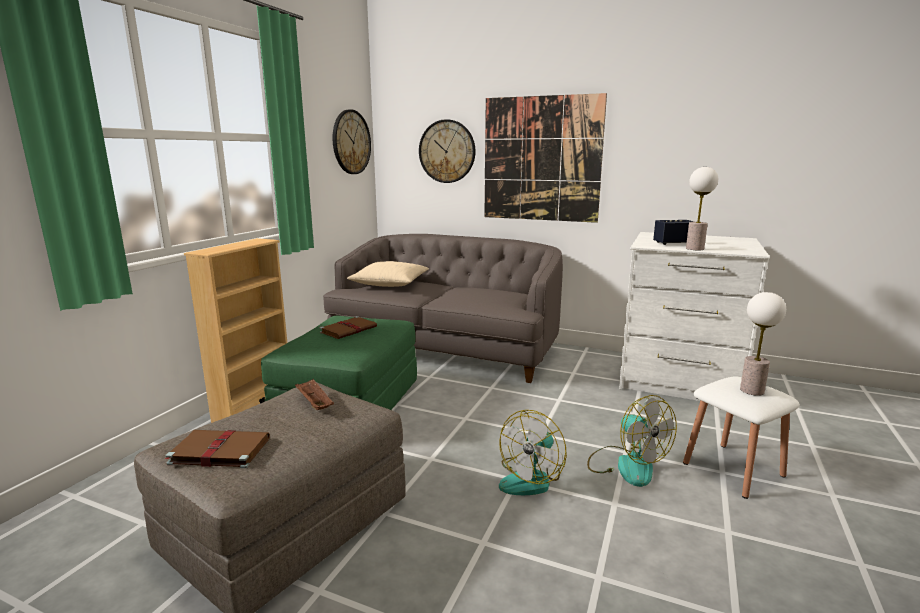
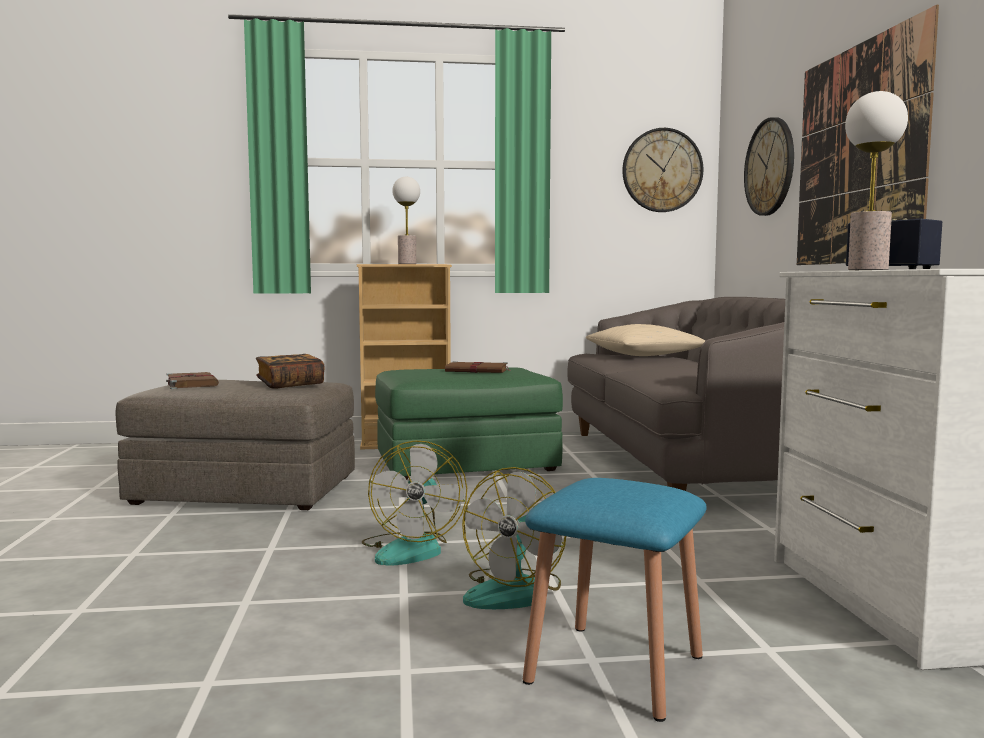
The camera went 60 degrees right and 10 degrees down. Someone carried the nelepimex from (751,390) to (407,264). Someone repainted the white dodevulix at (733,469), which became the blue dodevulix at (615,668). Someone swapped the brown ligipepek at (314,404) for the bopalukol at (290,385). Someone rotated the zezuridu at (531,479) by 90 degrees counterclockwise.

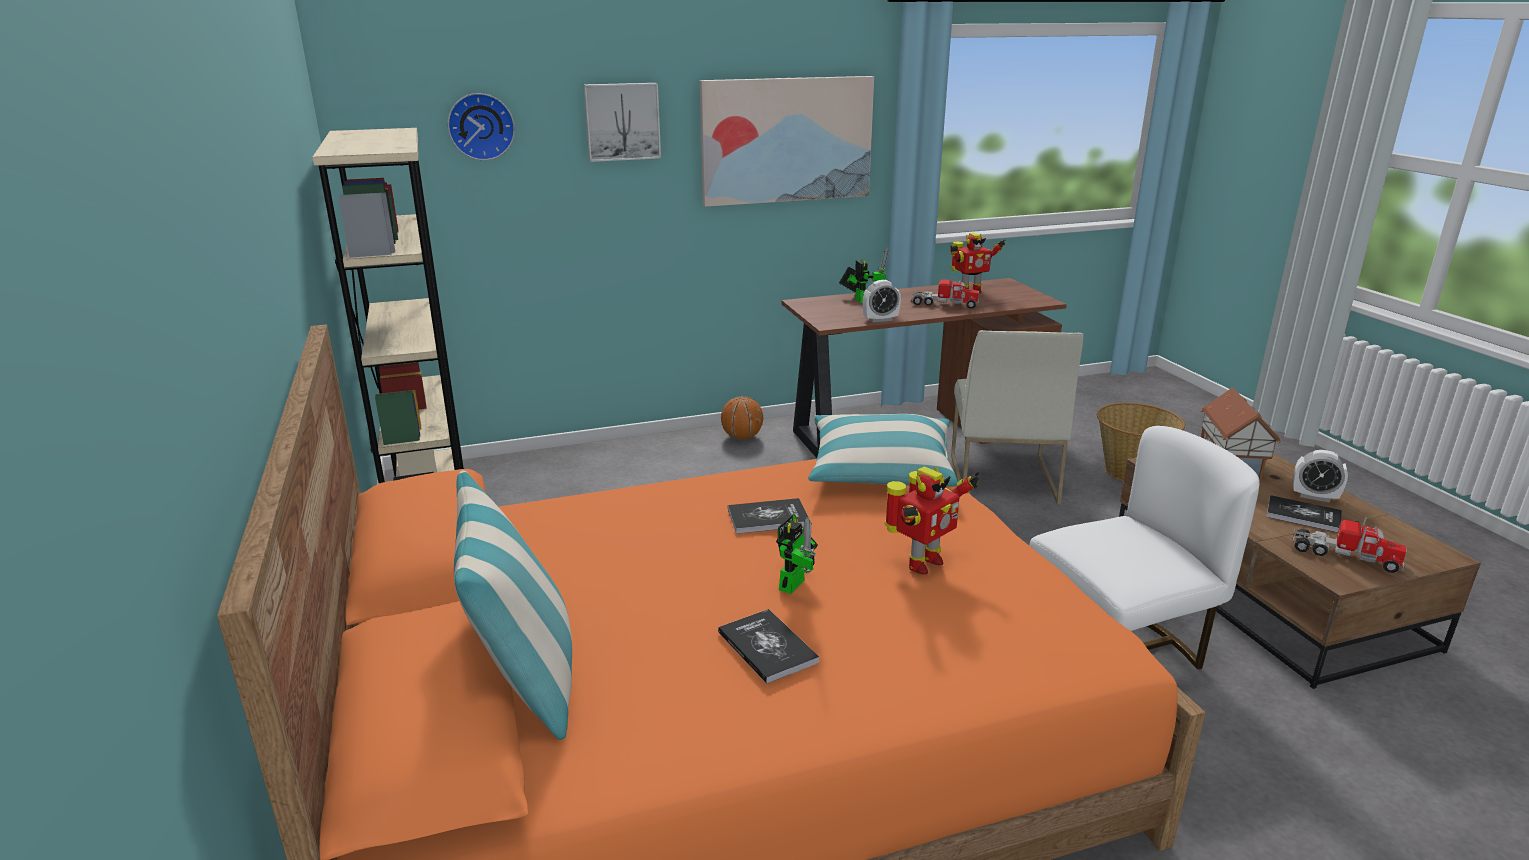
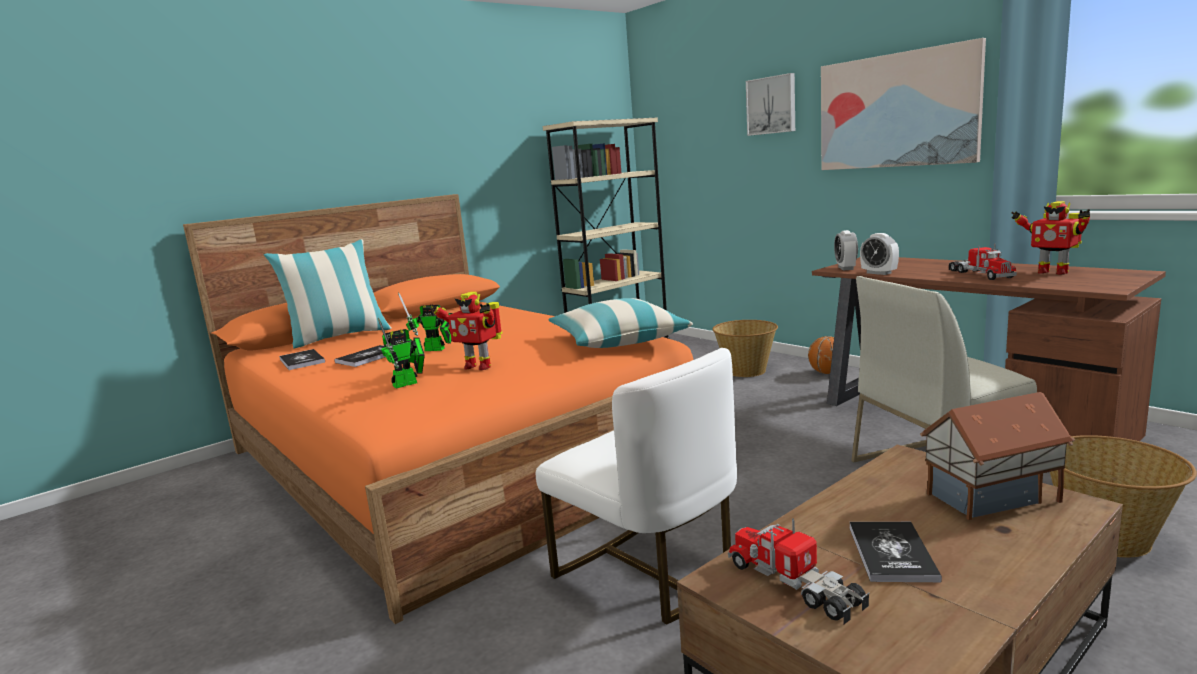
The camera went 70 degrees right and 10 degrees down. Someone took away the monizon at (481,126). Someone carried the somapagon from (860,299) to (409,383). Someone carried the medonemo from (1314,496) to (845,268). Someone carried the bopalukol from (768,517) to (302,361). Someone rotated the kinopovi at (1344,556) by 135 degrees clockwise. Someone put down the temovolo at (746,370).

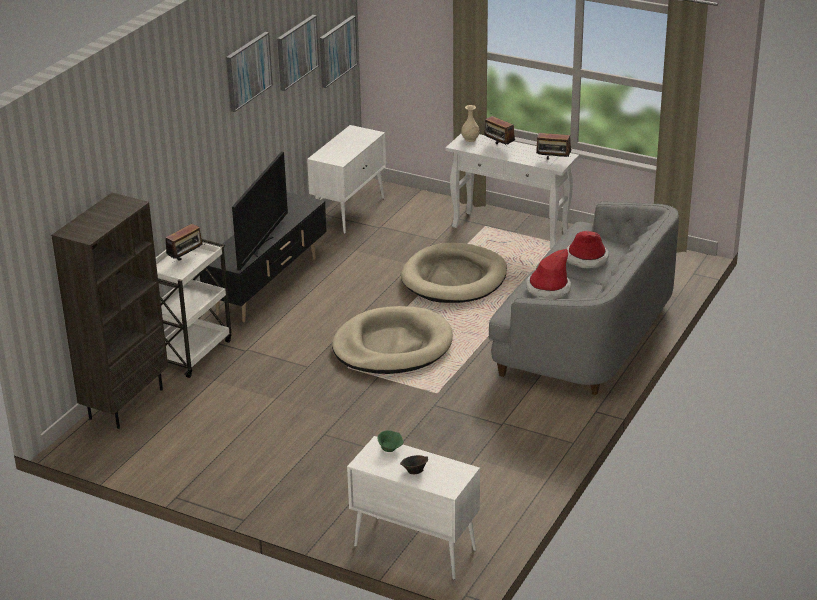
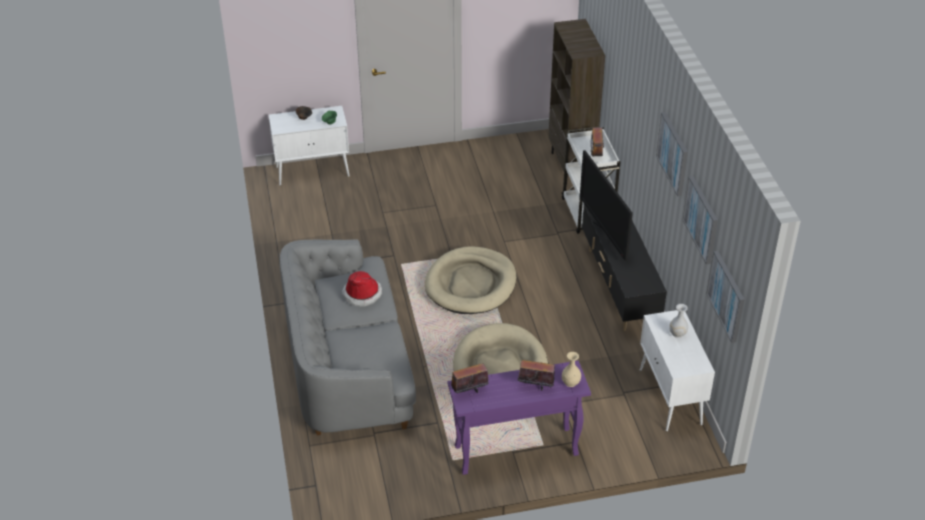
The camera went 140 degrees right and 10 degrees up. Someone repainted the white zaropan at (511,231), which became the purple zaropan at (515,451). Someone took away the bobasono at (586,258). Someone put down the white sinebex at (677,333).

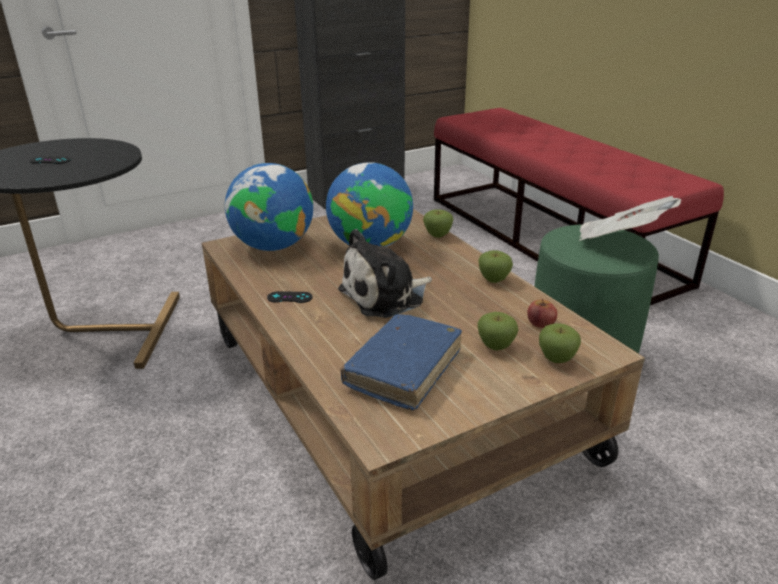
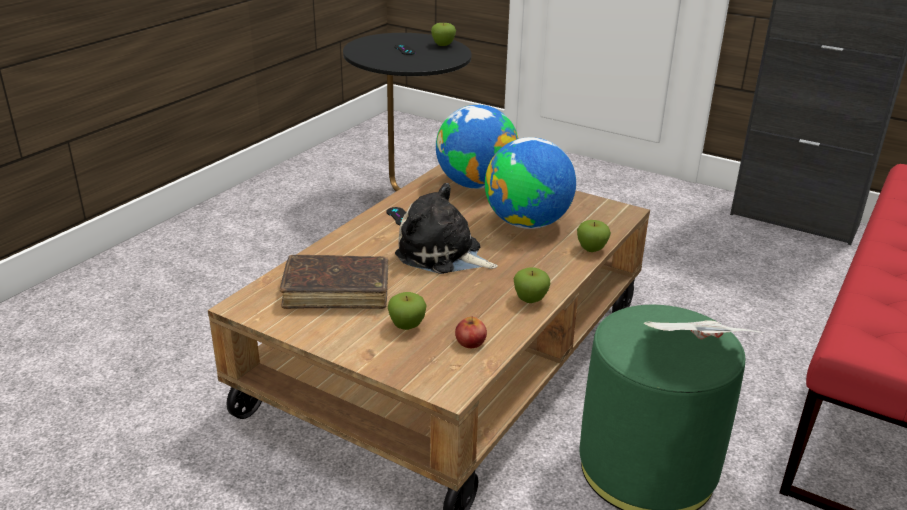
The camera went 60 degrees right and 0 degrees up. Someone repainted the blue bopalukol at (404,369), which became the brown bopalukol at (336,291). Someone carried the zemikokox from (556,359) to (443,45).

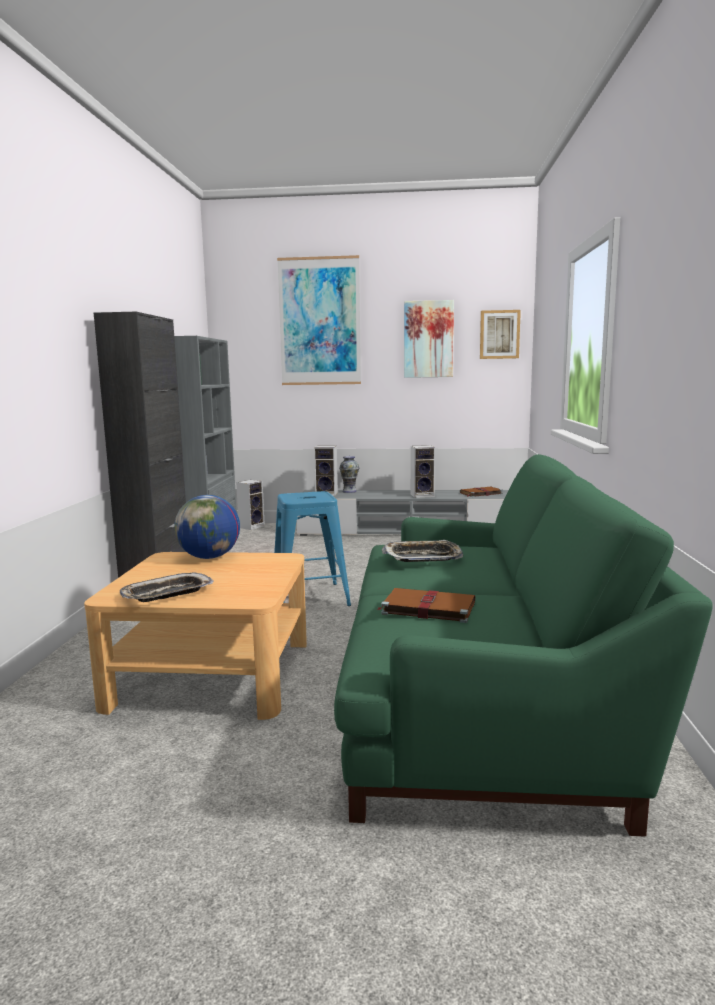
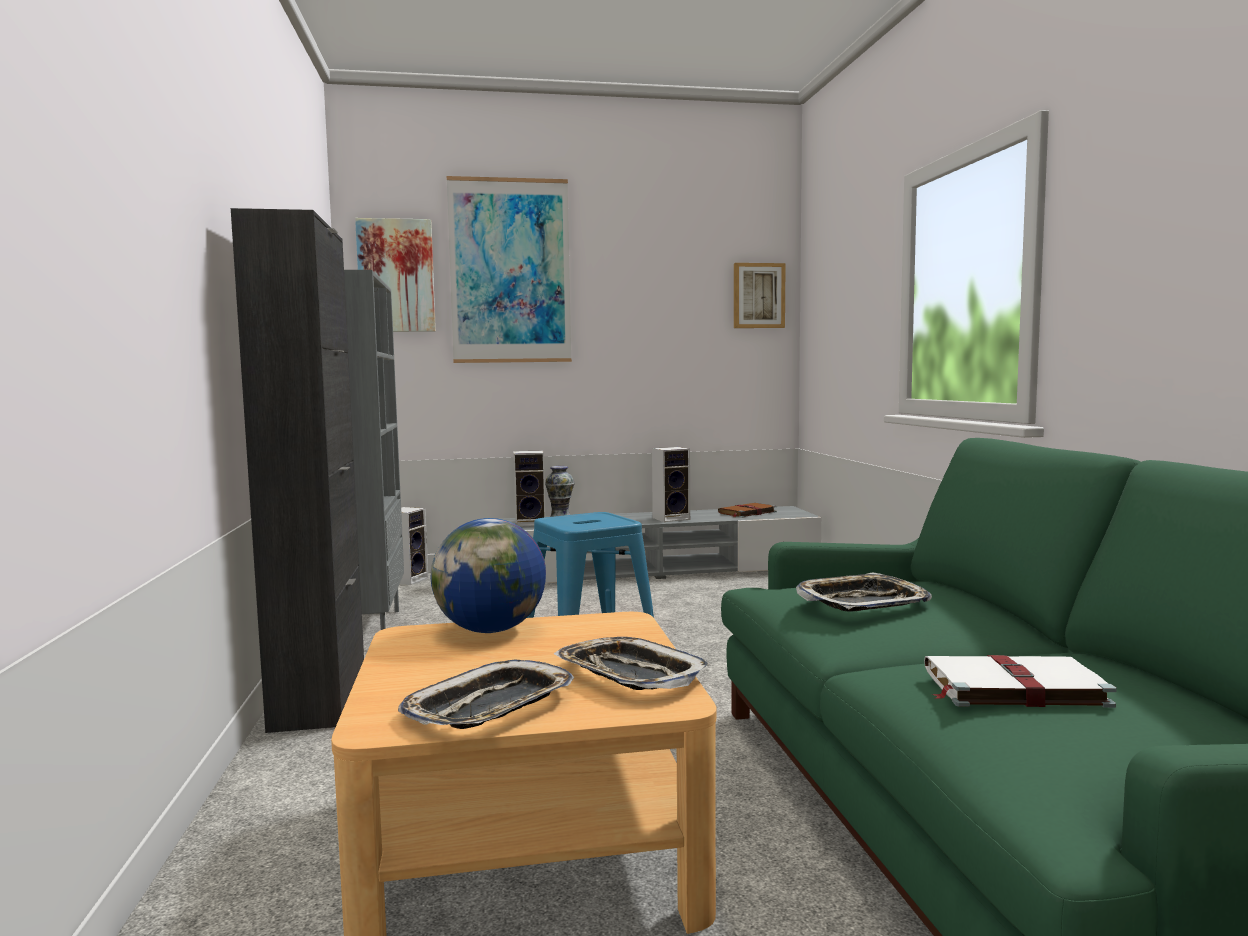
The camera went 15 degrees left and 5 degrees down. Someone carried the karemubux from (428,339) to (396,276). Someone repainted the brown bopalukol at (427,608), which became the white bopalukol at (1010,687). Someone put down the ligipepek at (630,674).

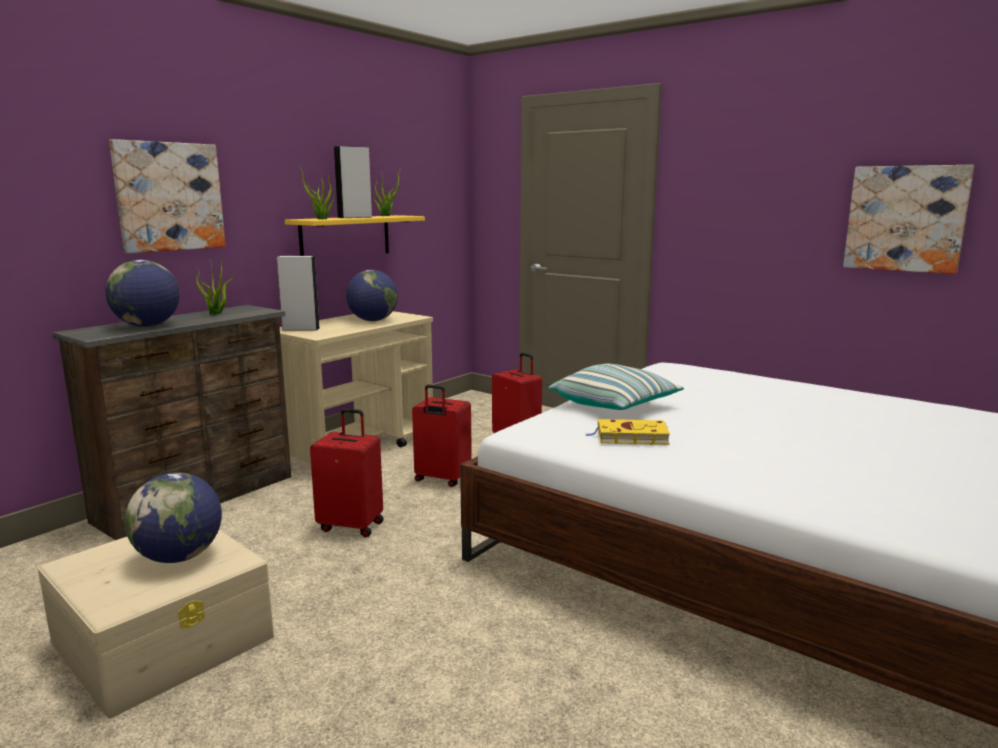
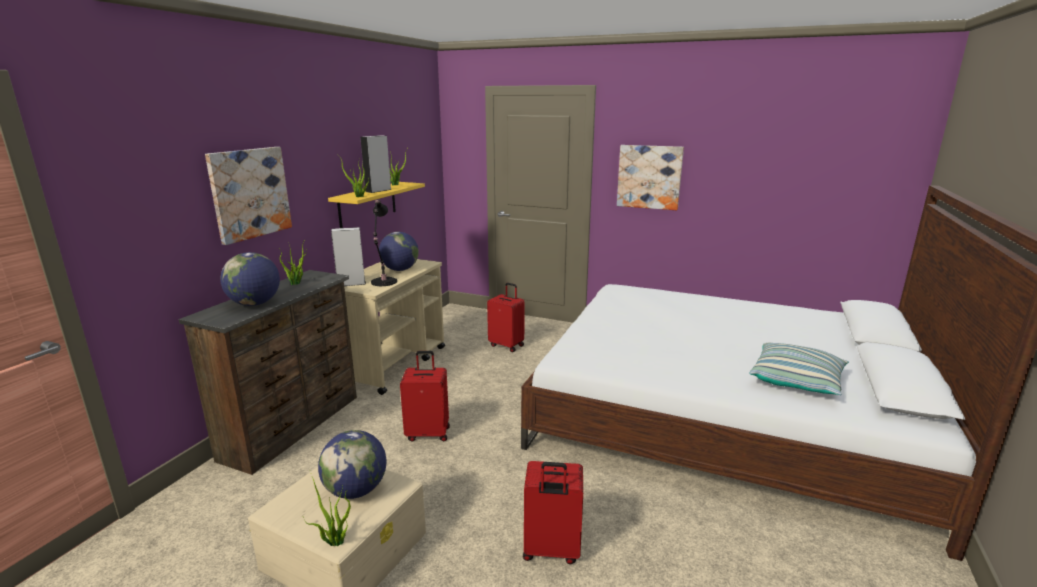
The camera went 15 degrees left and 5 degrees up. Someone carried the karemubux from (905,218) to (649,177). Someone carried the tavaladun from (615,406) to (796,381). Someone carried the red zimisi from (441,479) to (551,550). Someone took away the yellow bopalukol at (629,437). Someone put down the black nelepimex at (383,283). Someone put down the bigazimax at (334,542).

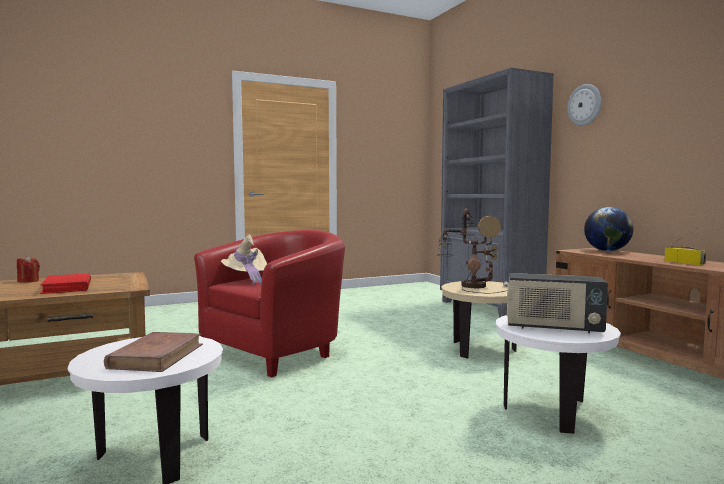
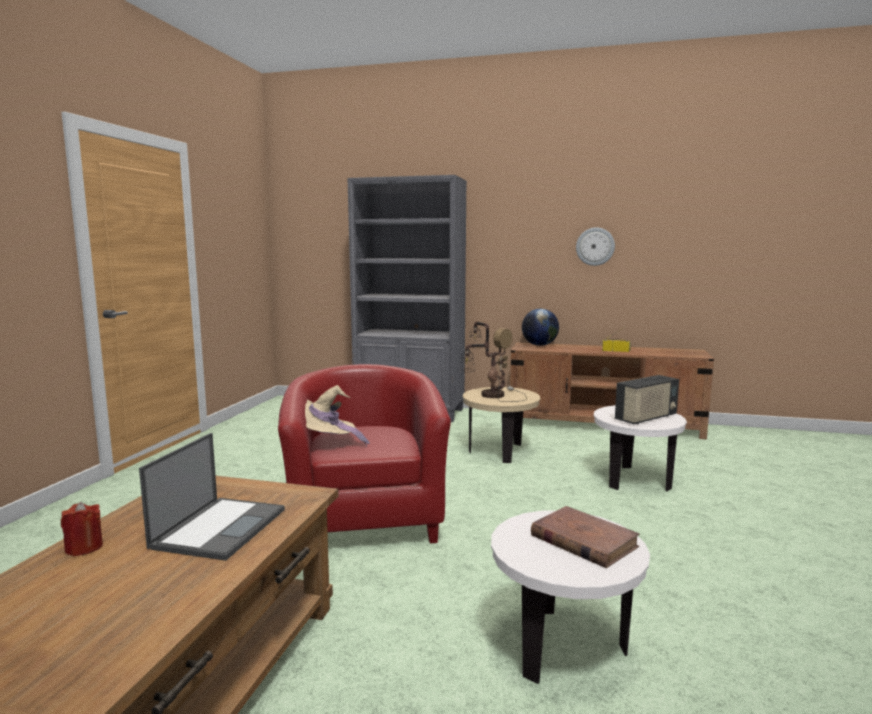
The camera went 50 degrees left and 5 degrees up. Someone carried the monizon from (584,105) to (595,246). Someone swapped the red bopalukol at (67,287) for the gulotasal at (220,527).

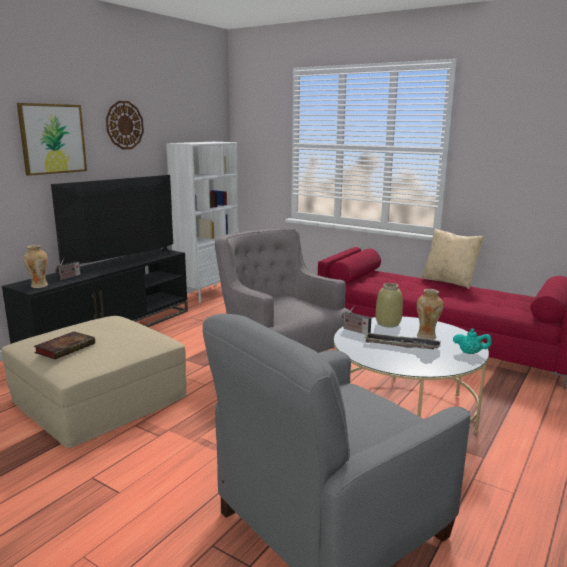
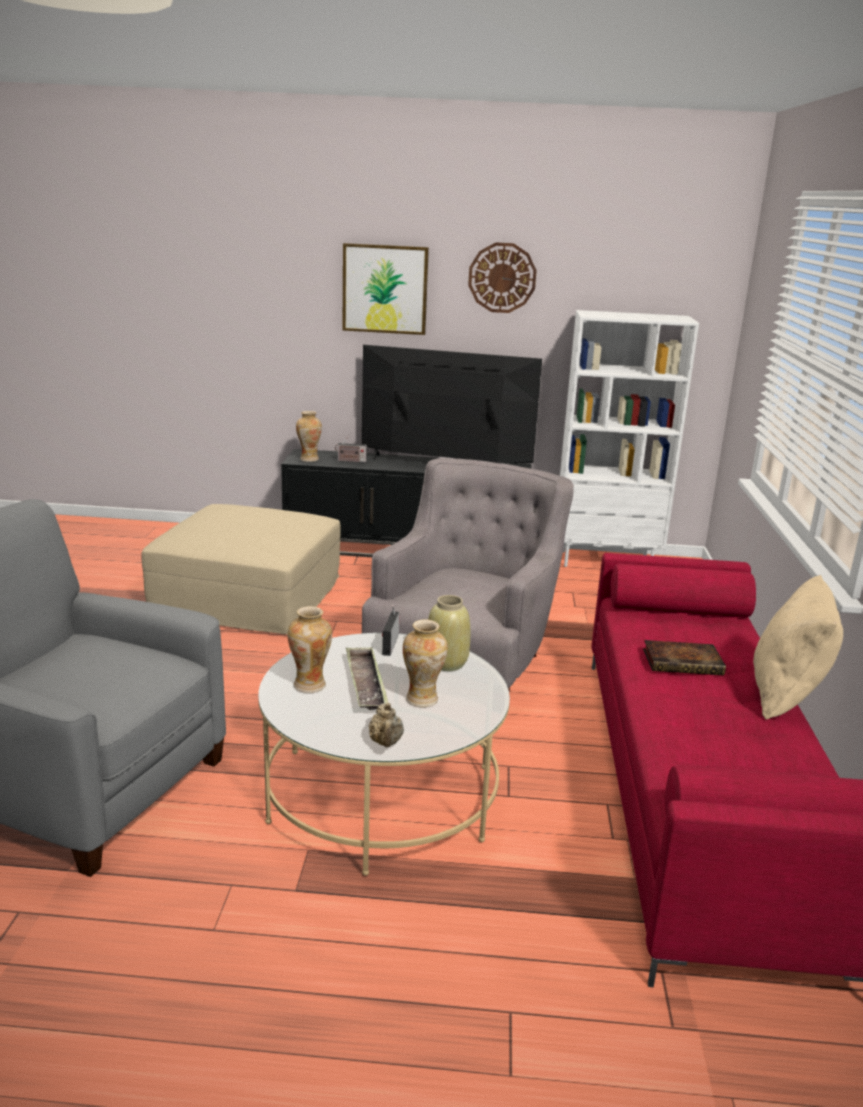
The camera went 60 degrees right and 5 degrees up. Someone repainted the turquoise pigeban at (470,353), which became the beige pigeban at (386,743). Someone carried the bopalukol from (66,348) to (684,662). Someone put down the sinebex at (310,685).

